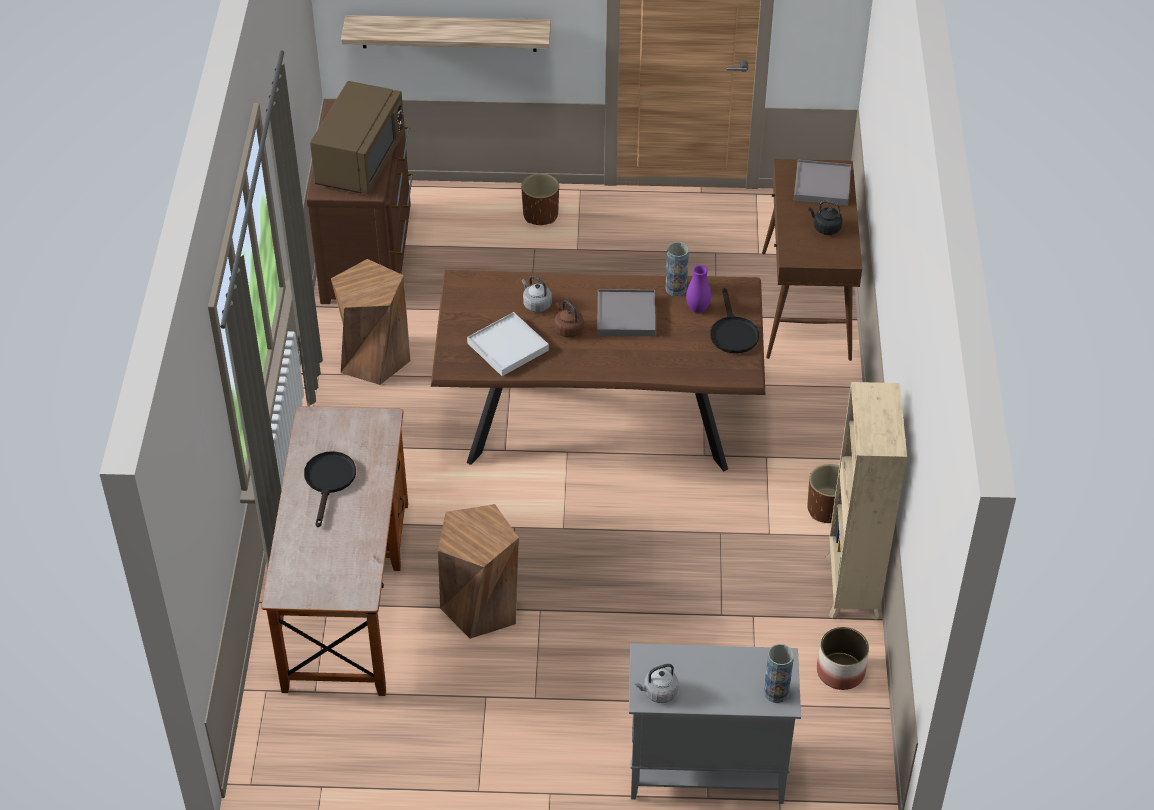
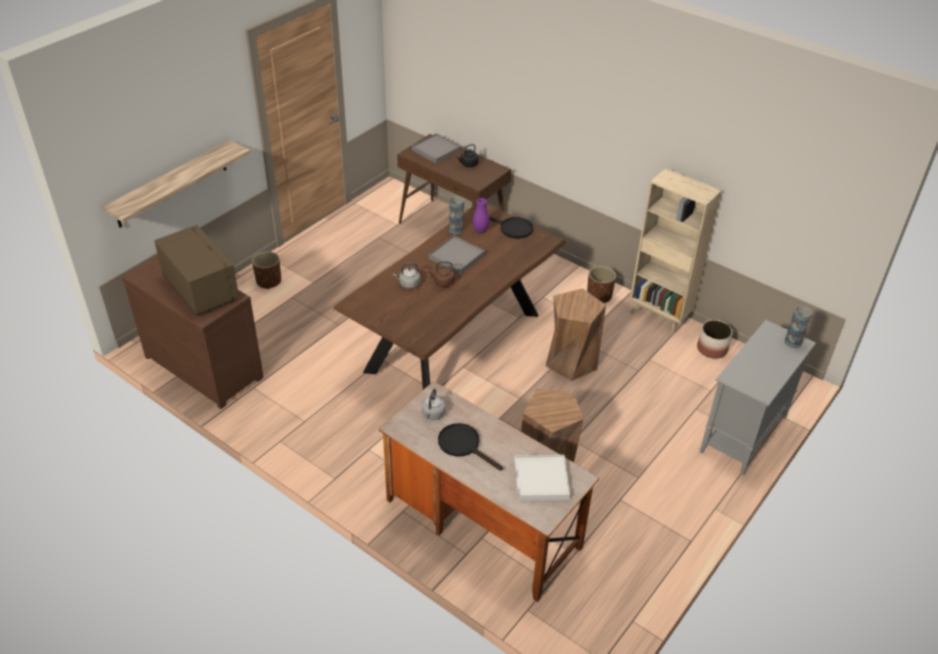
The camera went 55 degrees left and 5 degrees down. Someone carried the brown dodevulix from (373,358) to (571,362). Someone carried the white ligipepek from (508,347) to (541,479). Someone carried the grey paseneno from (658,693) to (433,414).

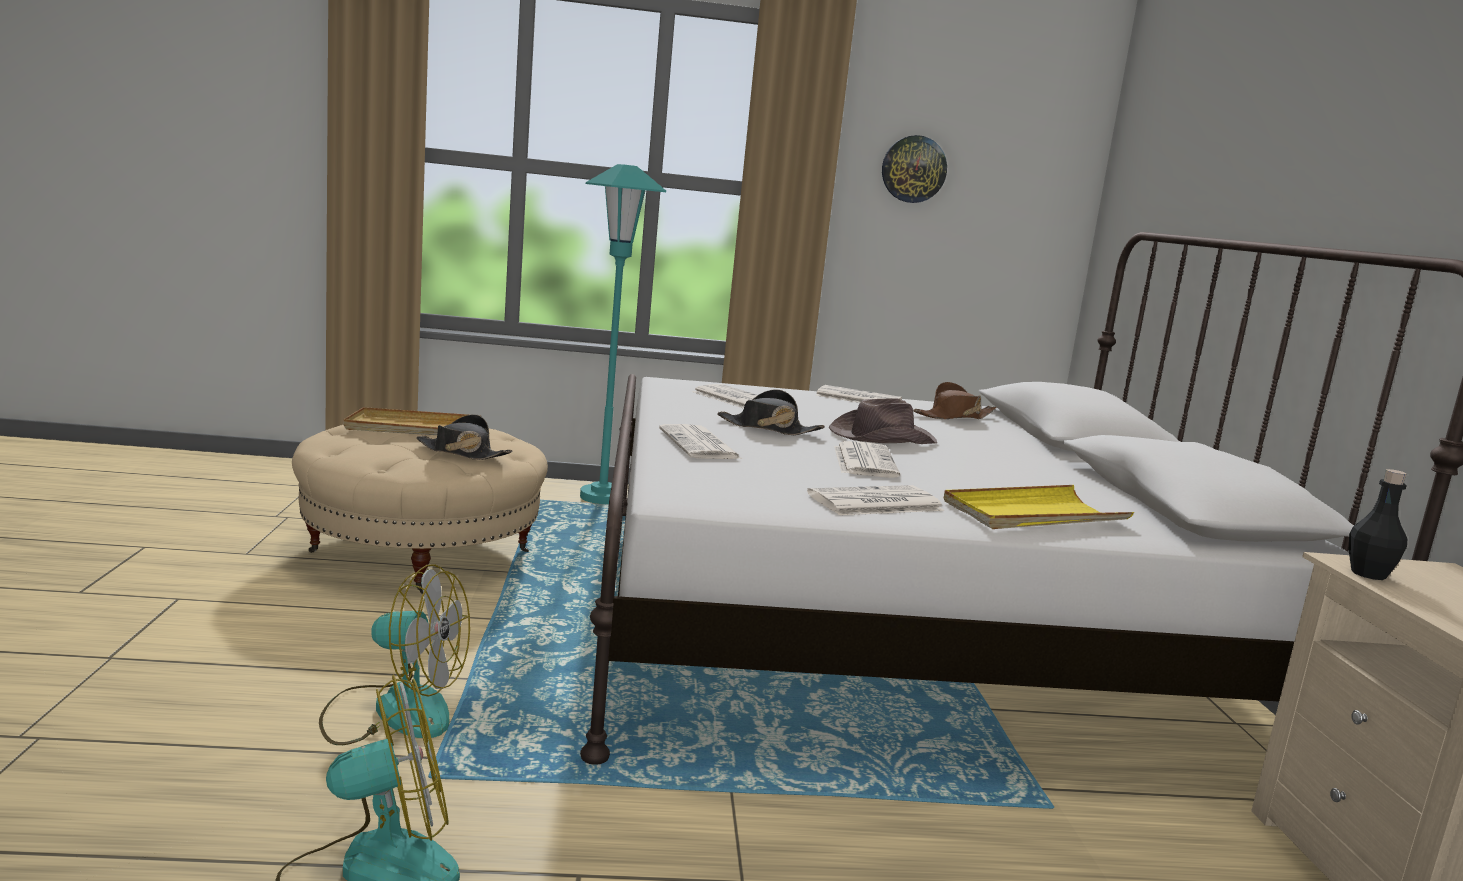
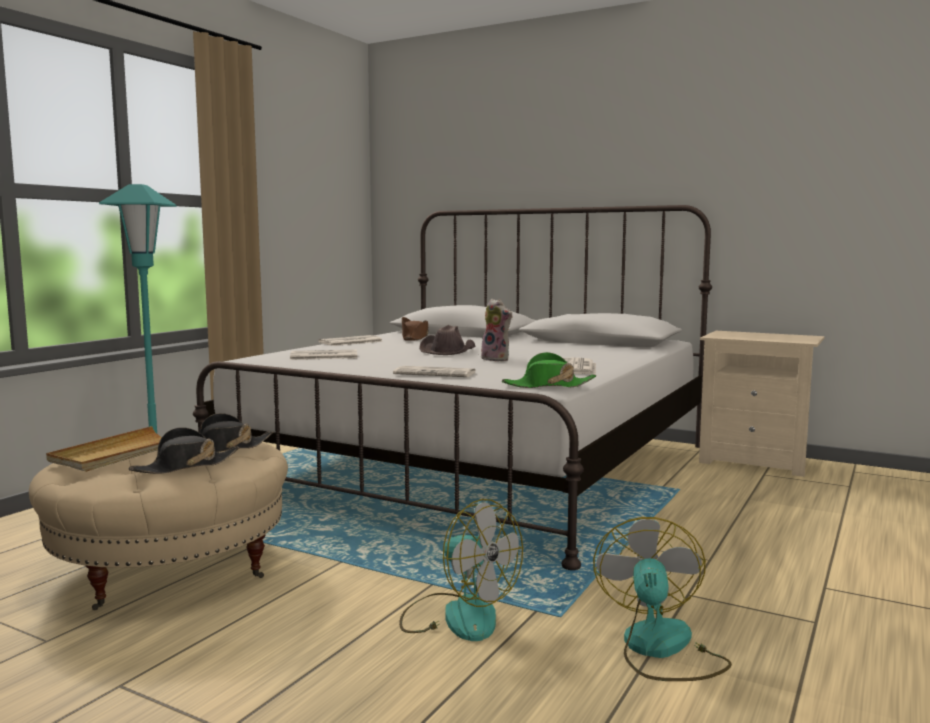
The camera went 55 degrees left and 5 degrees down. Someone took away the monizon at (913,169). Someone carried the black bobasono from (768,428) to (186,466). Someone swapped the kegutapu at (864,461) for the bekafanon at (497,359). Someone took away the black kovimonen at (1368,574). Someone took away the yellow ligipepek at (1033,514). Someone rotated the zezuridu at (393,711) by 90 degrees clockwise. Someone put down the green bobasono at (548,386).

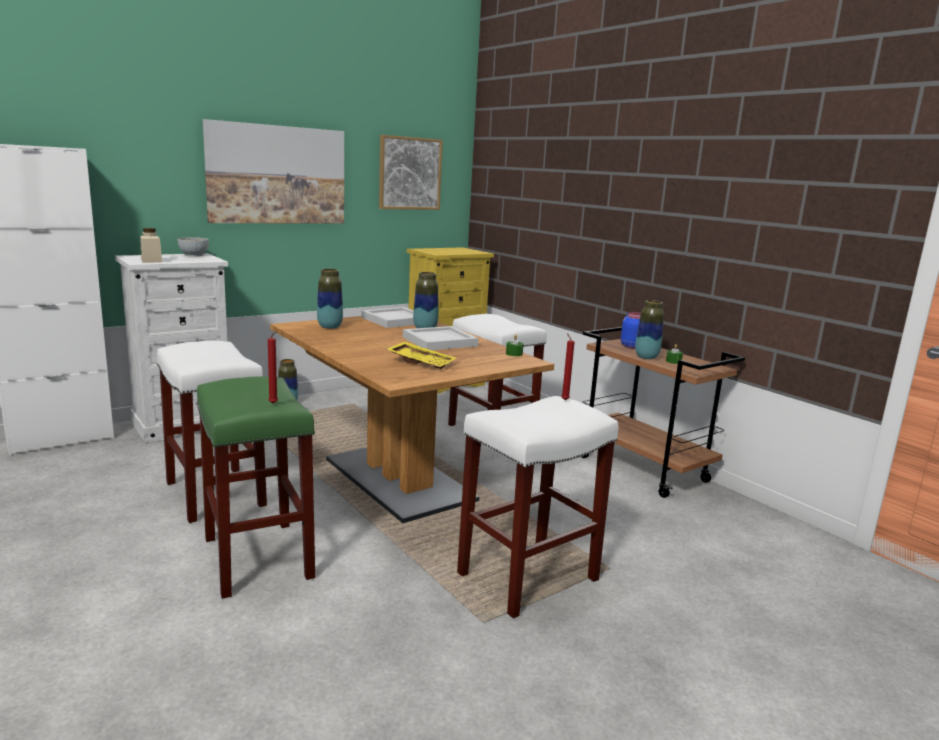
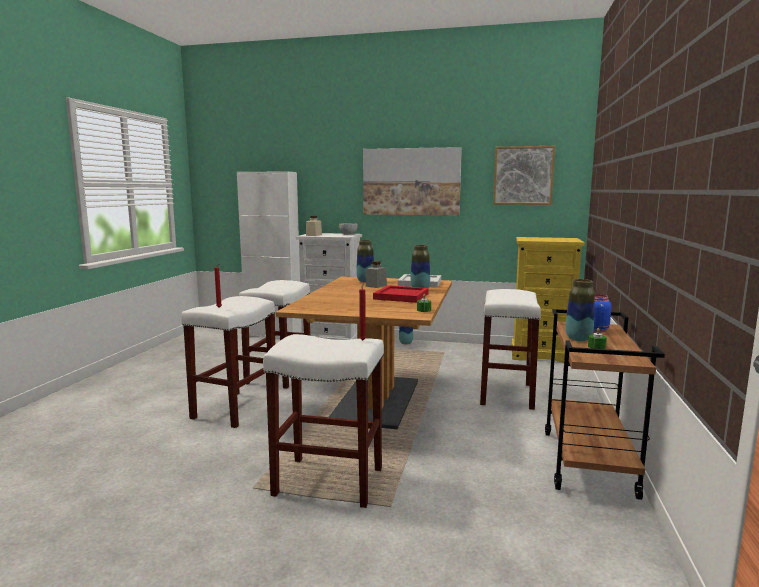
The camera went 50 degrees right and 5 degrees down. Someone repainted the white ligipepek at (438,341), which became the red ligipepek at (400,296). Someone took away the yellow ligipepek at (421,362). Someone repainted the green dodevulix at (256,557), which became the white dodevulix at (235,408). Someone put down the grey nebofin at (376,286).

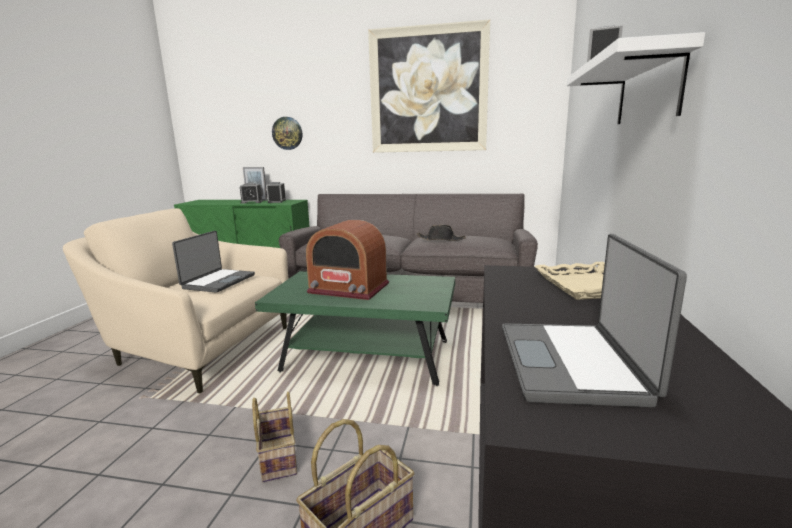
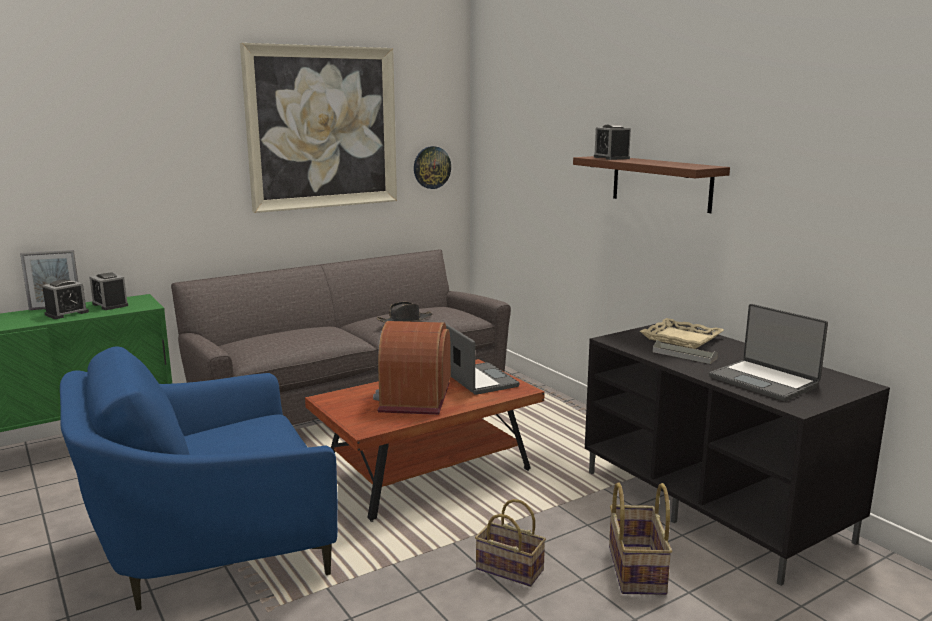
The camera went 45 degrees left and 0 degrees up. Someone repainted the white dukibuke at (648,90), which became the brown dukibuke at (661,183). Someone carried the monizon from (287,133) to (431,167). Someone repainted the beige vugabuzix at (197,348), which became the blue vugabuzix at (210,547). Someone rotated the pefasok at (348,288) by 120 degrees clockwise. Someone carried the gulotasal from (218,281) to (479,380). Someone repainted the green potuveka at (366,357), which became the brown potuveka at (427,474). Someone put down the grey ligipepek at (684,355).

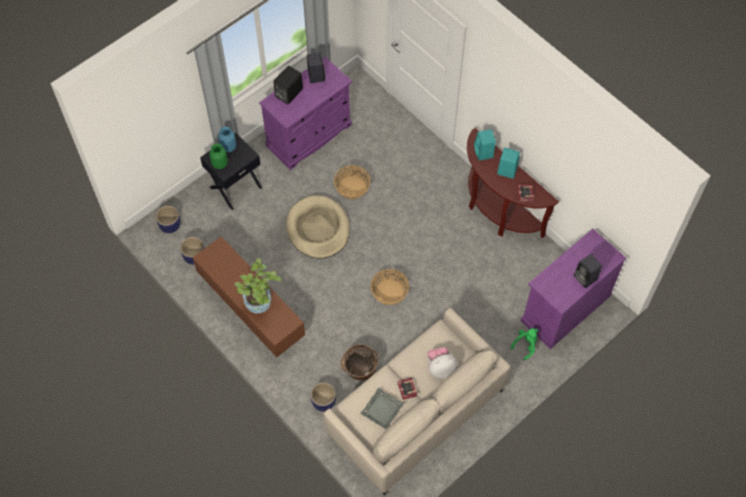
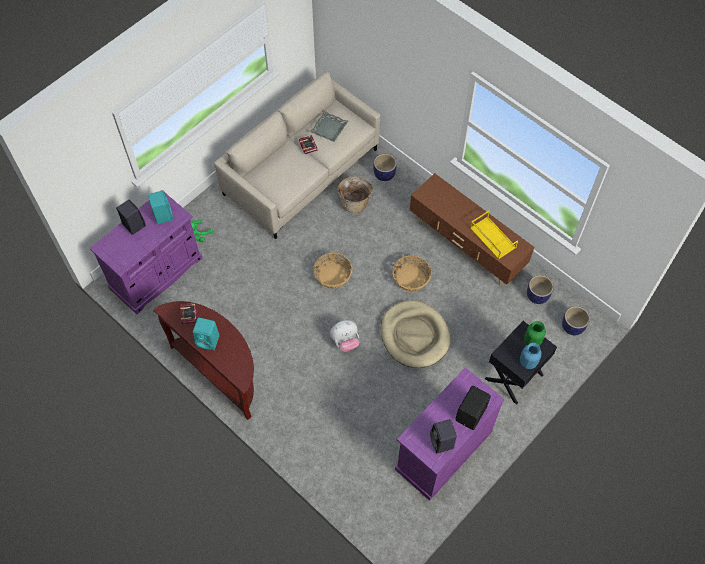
The camera went 175 degrees right and 0 degrees up. Someone carried the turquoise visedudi from (484,153) to (162,214). Someone carried the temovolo from (352,187) to (411,278). Someone took away the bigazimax at (261,304). Someone carried the bekafanon from (440,367) to (345,341). Someone put down the yellow ligipepek at (492,237).

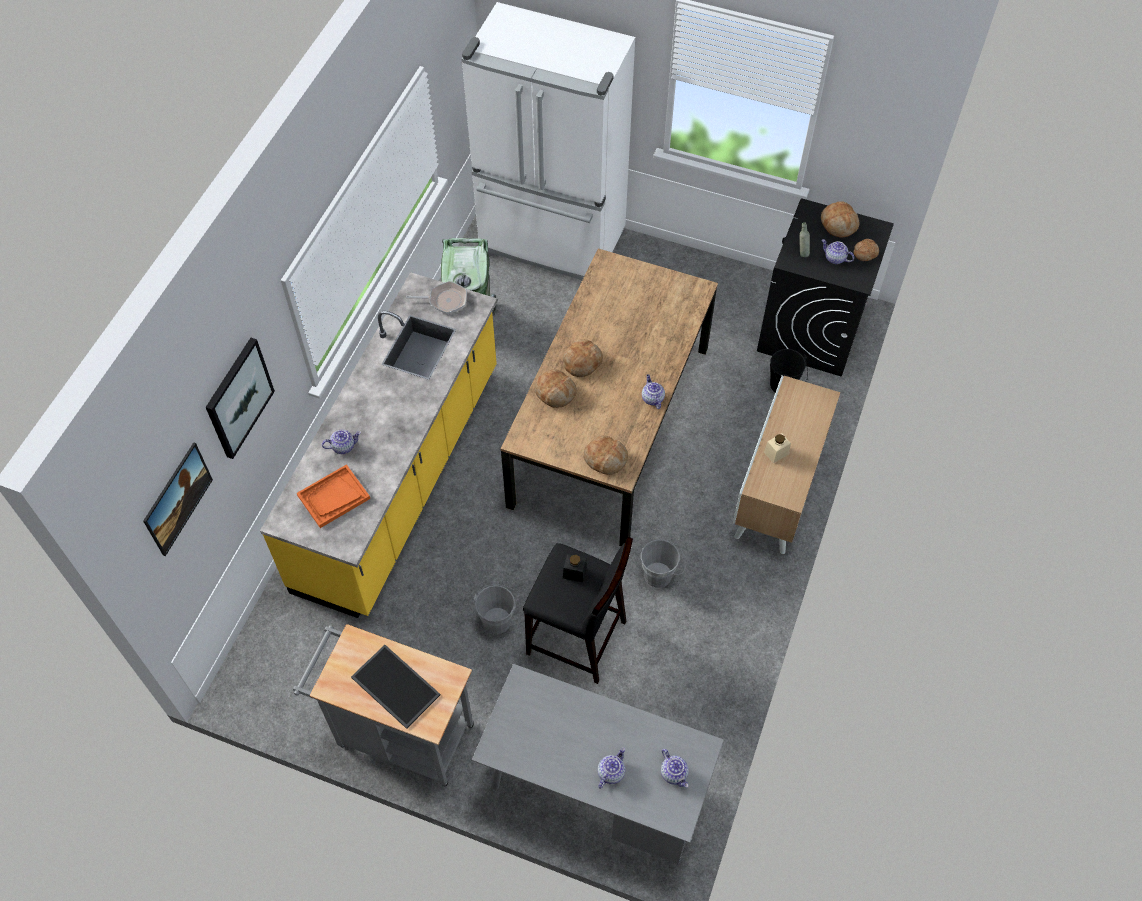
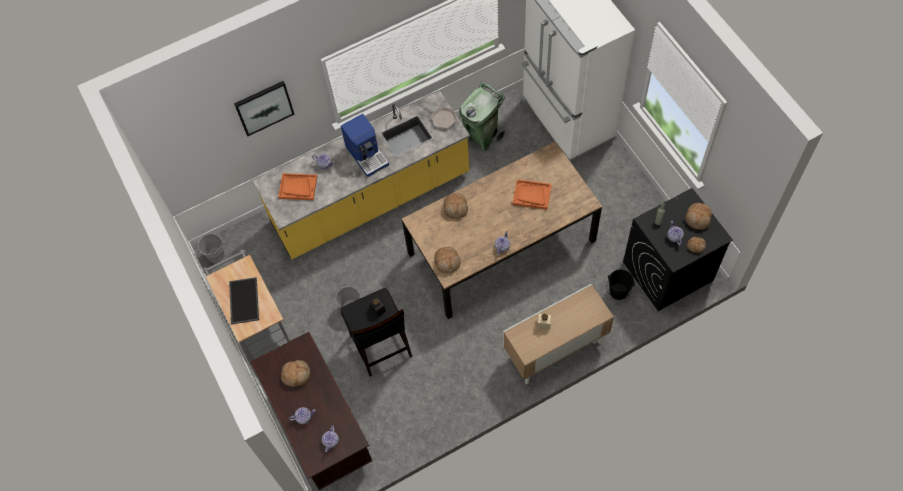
The camera went 45 degrees right and 5 degrees up. Someone carried the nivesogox from (582,362) to (296,375). Someone took away the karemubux at (182,508). Someone carried the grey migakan from (661,575) to (217,256). Someone repainted the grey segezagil at (595,791), which became the brown segezagil at (321,427). Someone put down the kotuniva at (367,155). Someone put down the orange ligipepek at (531,195).

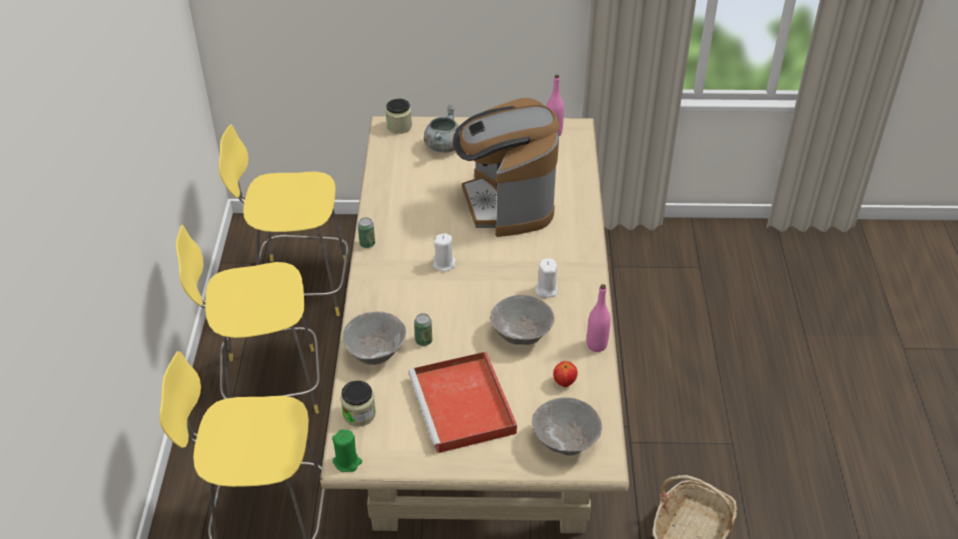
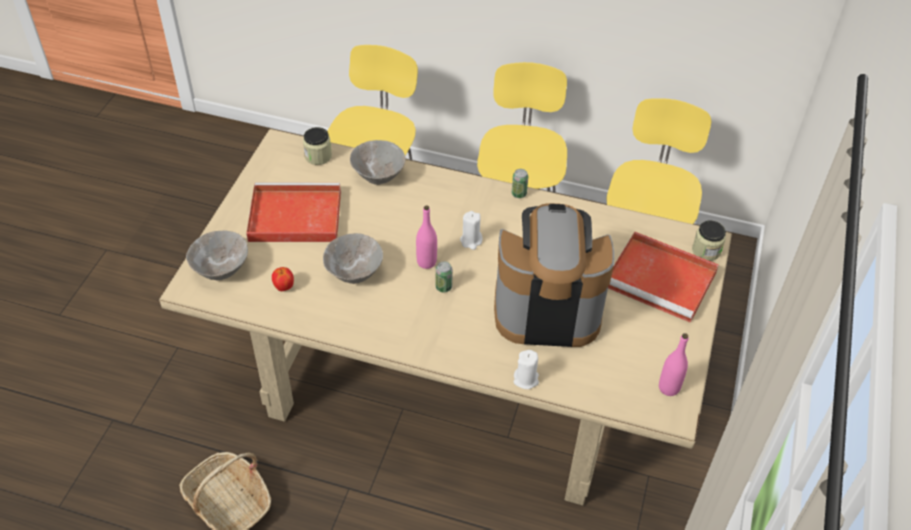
The camera went 105 degrees right and 5 degrees up. Someone swapped the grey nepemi at (443,146) for the red ligipepek at (663,280). Someone carried the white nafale from (546,290) to (526,379). Someone carried the pink kovimonen from (596,345) to (426,262). Someone carried the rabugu from (423,341) to (443,287). Someone took away the green nafale at (347,462).

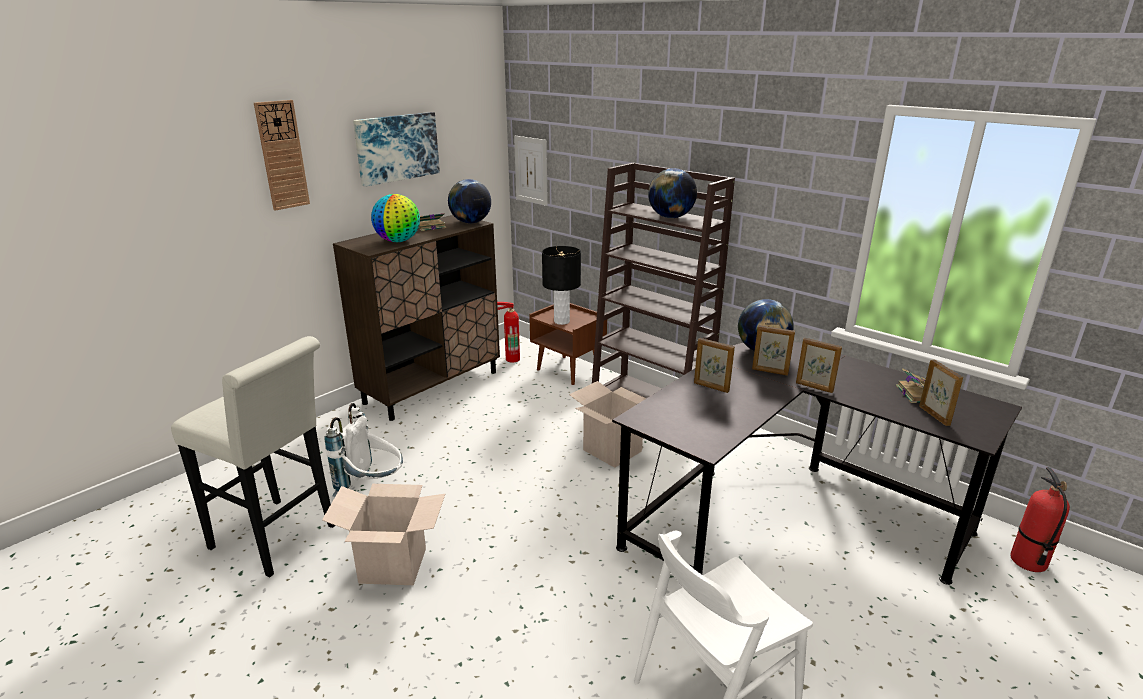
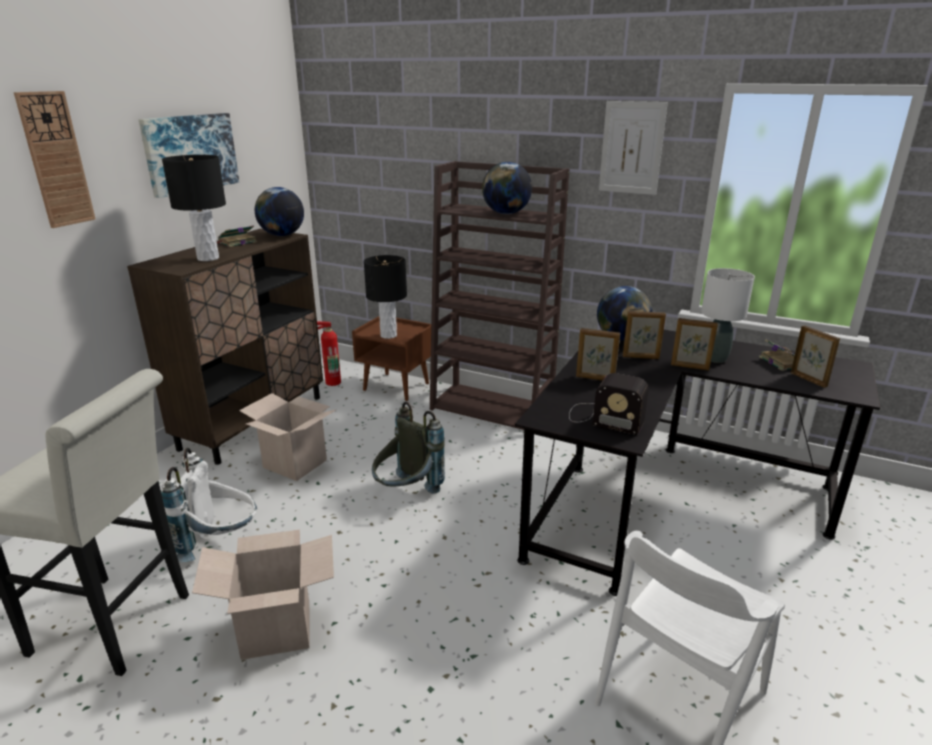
The camera went 15 degrees left and 0 degrees up. Someone carried the karemubux from (531,170) to (631,148). Someone swapped the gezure at (398,241) for the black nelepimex at (208,258). Someone carried the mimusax from (612,450) to (295,464). Someone took away the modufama at (1027,561). Someone put down the white nelepimex at (715,359). Someone put down the pefasok at (602,418). Someone put down the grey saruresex at (407,493).

